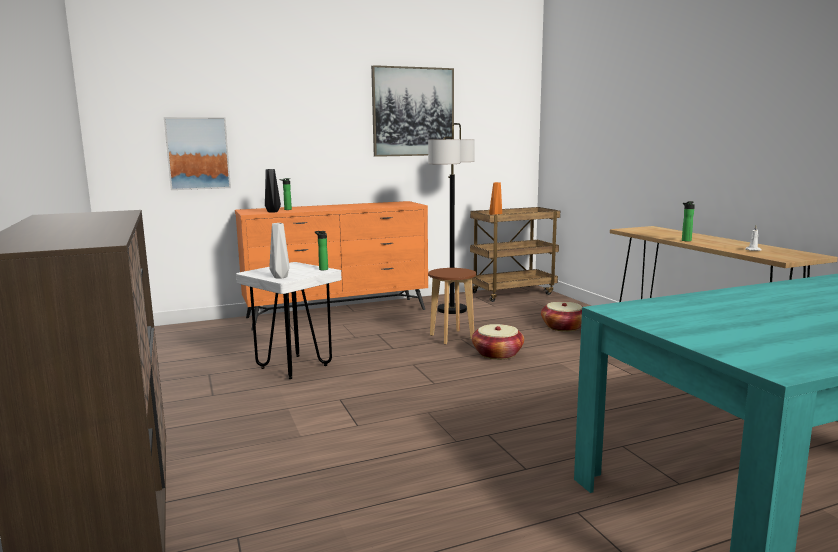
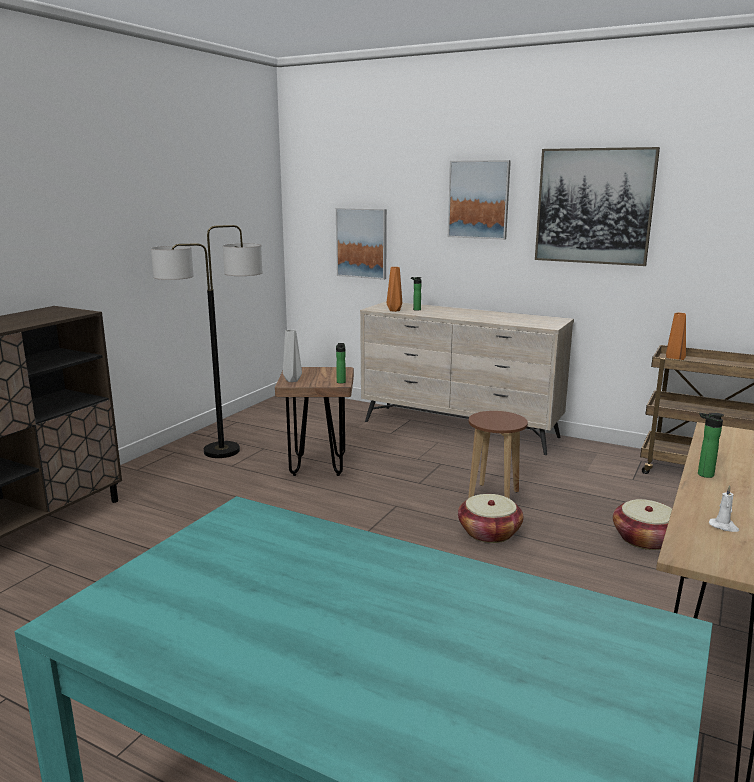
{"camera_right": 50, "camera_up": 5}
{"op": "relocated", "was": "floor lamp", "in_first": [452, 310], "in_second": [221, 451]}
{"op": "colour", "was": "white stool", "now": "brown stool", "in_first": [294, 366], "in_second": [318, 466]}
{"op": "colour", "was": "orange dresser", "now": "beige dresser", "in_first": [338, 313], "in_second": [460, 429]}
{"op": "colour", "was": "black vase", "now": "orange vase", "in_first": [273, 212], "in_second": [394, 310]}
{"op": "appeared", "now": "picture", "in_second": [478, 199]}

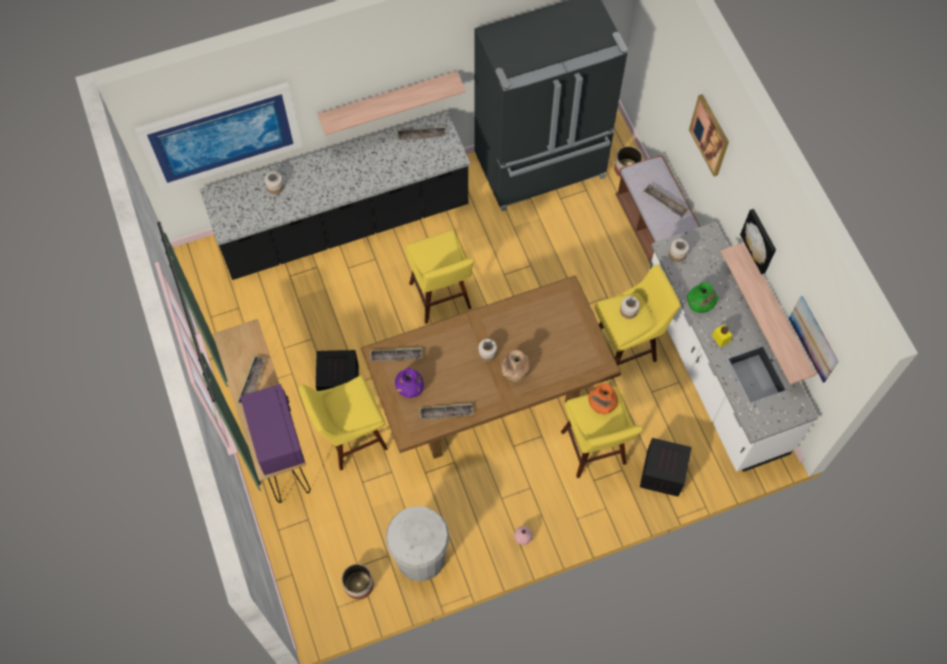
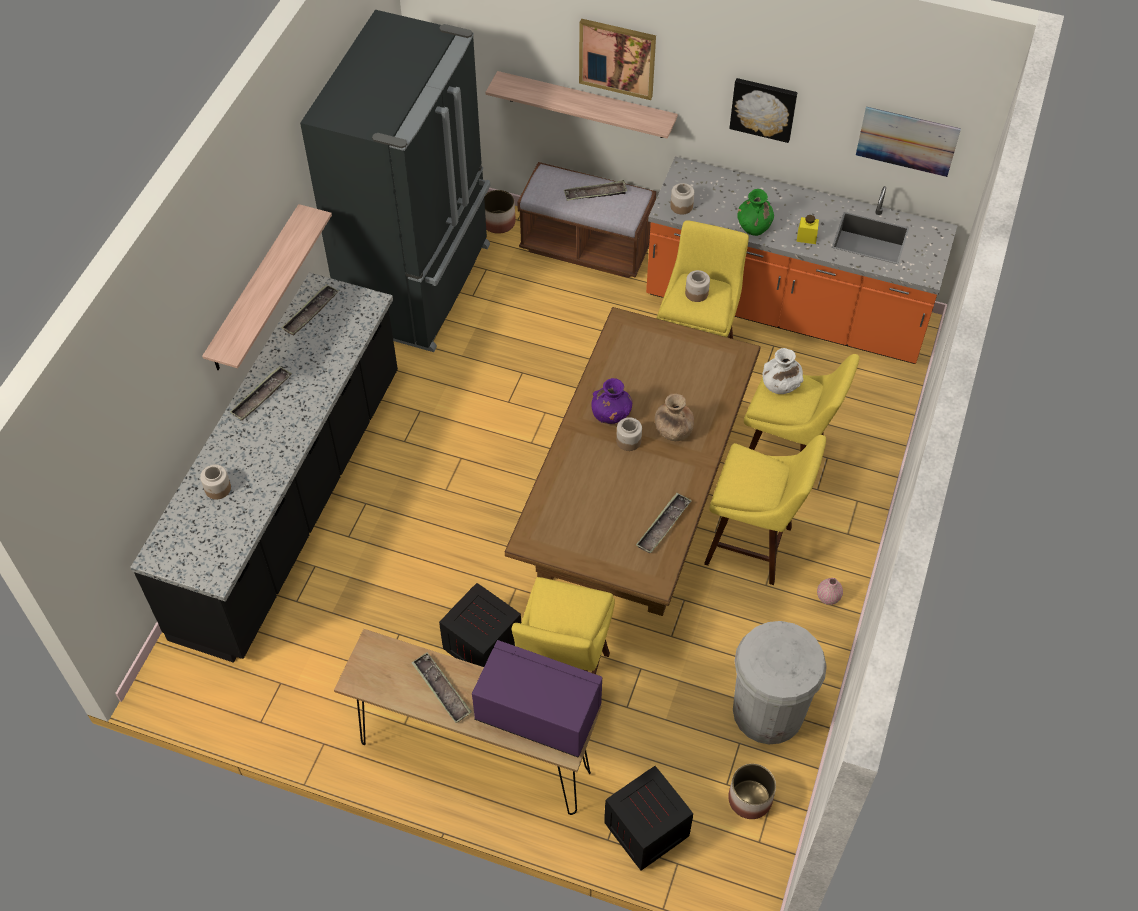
{"camera_right": -50, "camera_up": -10}
{"op": "relocated", "was": "tray", "in_first": [396, 356], "in_second": [261, 396]}
{"op": "relocated", "was": "shelf", "in_first": [776, 312], "in_second": [586, 105]}
{"op": "relocated", "was": "purple vase", "in_first": [410, 388], "in_second": [611, 415]}
{"op": "relocated", "was": "crate", "in_first": [663, 474], "in_second": [647, 829]}
{"op": "colour", "was": "white counter", "now": "orange counter", "in_first": [713, 370], "in_second": [786, 311]}
{"op": "relocated", "was": "yellow stool", "in_first": [441, 298], "in_second": [753, 547]}
{"op": "colour", "was": "orange vase", "now": "white vase", "in_first": [601, 404], "in_second": [780, 385]}
{"op": "missing", "was": "picture", "in_first": [221, 135]}

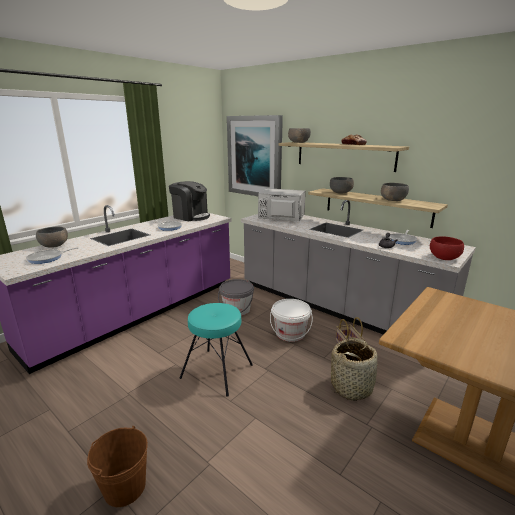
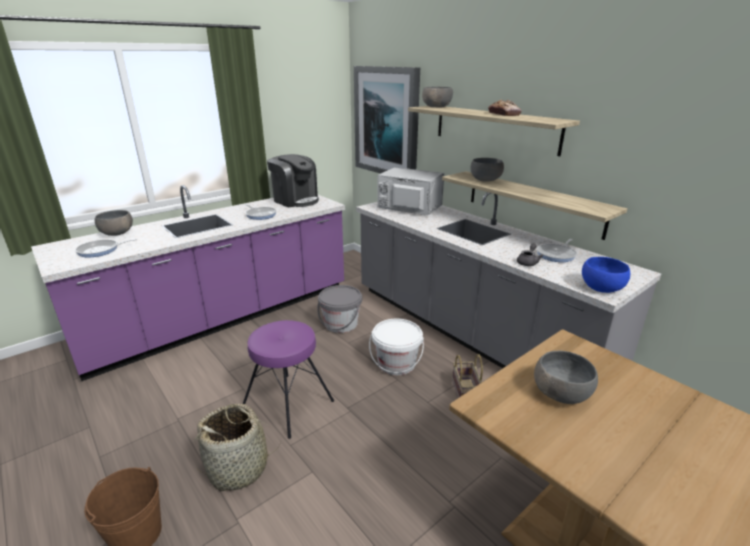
{"camera_right": 10, "camera_up": 5}
{"op": "relocated", "was": "basket", "in_first": [352, 387], "in_second": [239, 468]}
{"op": "colour", "was": "turquoise stool", "now": "purple stool", "in_first": [217, 370], "in_second": [288, 403]}
{"op": "relocated", "was": "grey bowl", "in_first": [393, 200], "in_second": [560, 393]}
{"op": "colour", "was": "red bowl", "now": "blue bowl", "in_first": [444, 257], "in_second": [601, 287]}

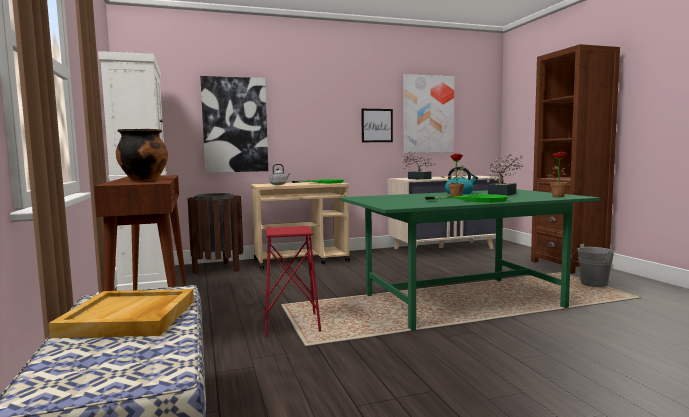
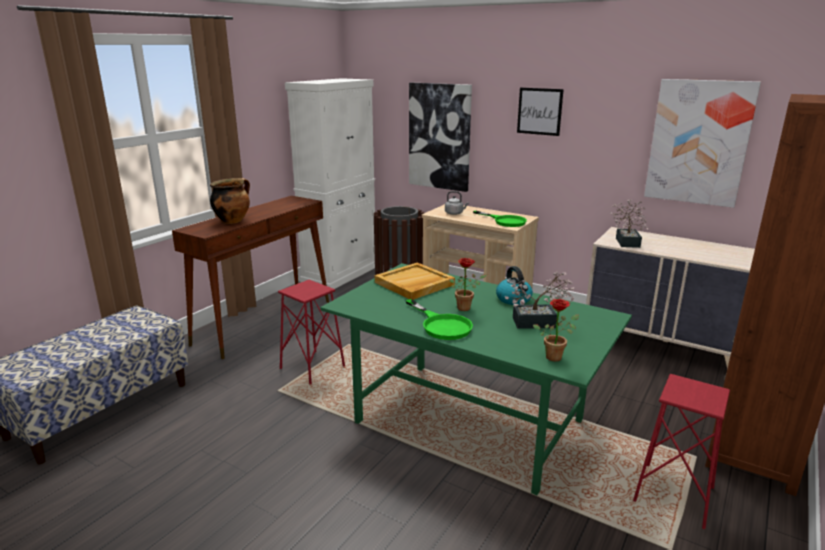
{"camera_right": 50, "camera_up": 15}
{"op": "relocated", "was": "beige tray", "in_first": [130, 318], "in_second": [414, 284]}
{"op": "relocated", "was": "picture", "in_first": [377, 125], "in_second": [539, 111]}
{"op": "exchanged", "was": "grey bucket", "now": "red stool", "in_first": [591, 284], "in_second": [674, 495]}

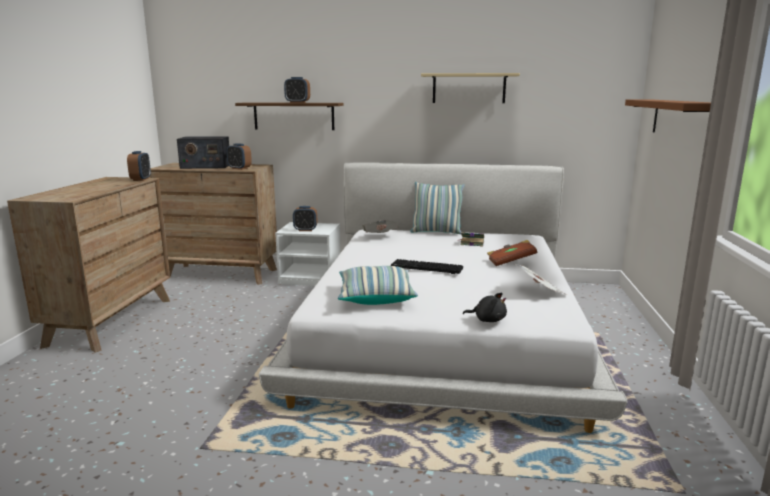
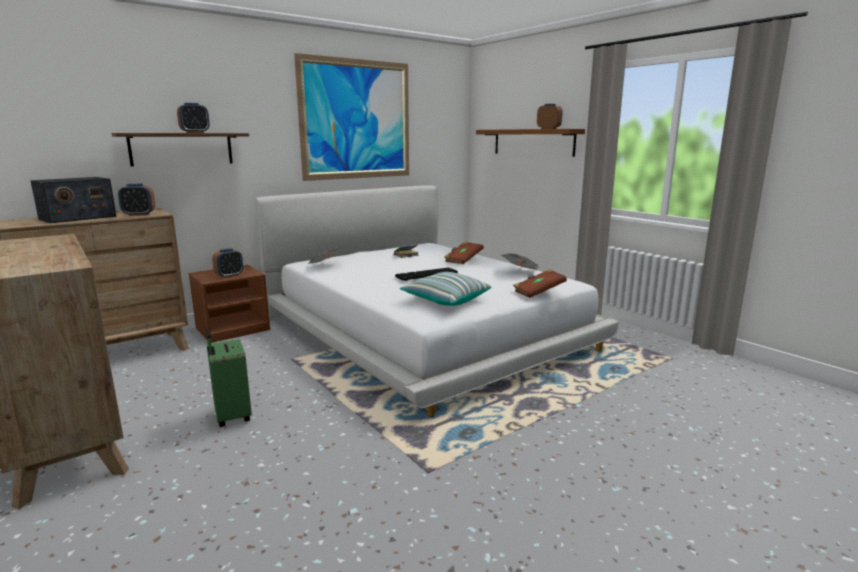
{"camera_right": -45, "camera_up": 0}
{"op": "colour", "was": "white nightstand", "now": "brown nightstand", "in_first": [311, 278], "in_second": [233, 329]}
{"op": "appeared", "now": "green suitcase", "in_second": [231, 416]}
{"op": "exchanged", "was": "beige shelf", "now": "picture", "in_first": [469, 88], "in_second": [357, 120]}
{"op": "exchanged", "was": "black plush toy", "now": "brown book", "in_first": [487, 320], "in_second": [538, 292]}
{"op": "relocated", "was": "alarm clock", "in_first": [141, 179], "in_second": [548, 128]}
{"op": "missing", "was": "pillow", "in_first": [436, 232]}

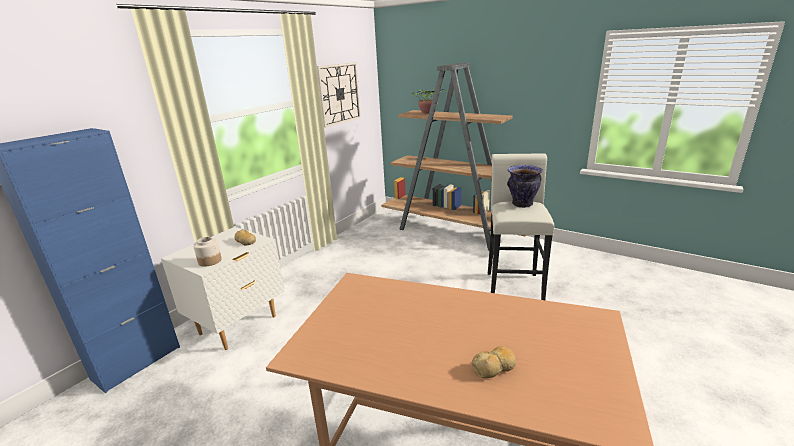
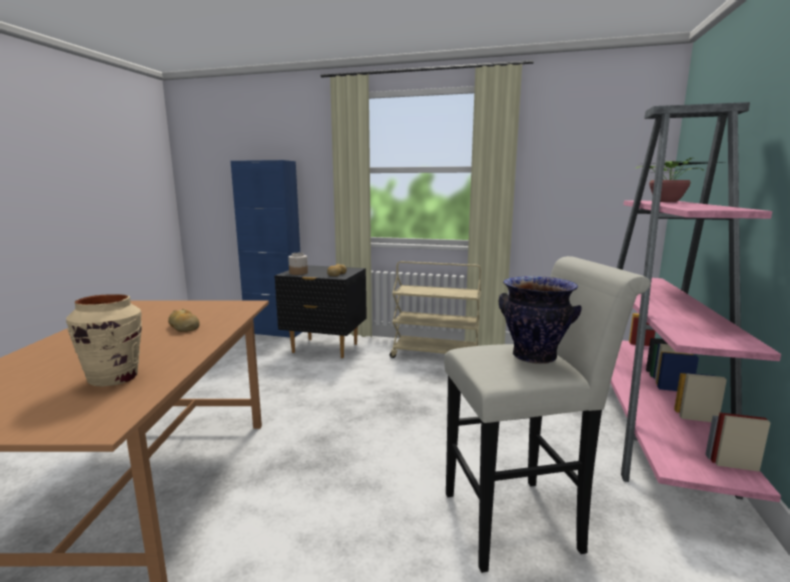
{"camera_right": 70, "camera_up": -10}
{"op": "appeared", "now": "beige vase", "in_second": [114, 378]}
{"op": "relocated", "was": "bread", "in_first": [494, 367], "in_second": [184, 327]}
{"op": "colour", "was": "white nightstand", "now": "black nightstand", "in_first": [239, 325], "in_second": [325, 348]}
{"op": "appeared", "now": "beige cart", "in_second": [435, 355]}
{"op": "colour", "was": "brown bookcase", "now": "pink bookcase", "in_first": [455, 231], "in_second": [648, 429]}
{"op": "missing", "was": "wall clock", "in_first": [339, 94]}

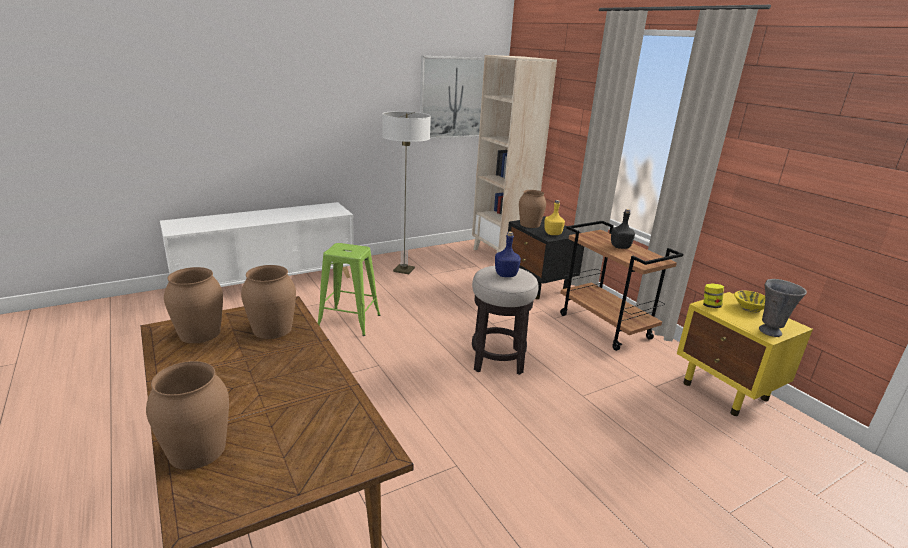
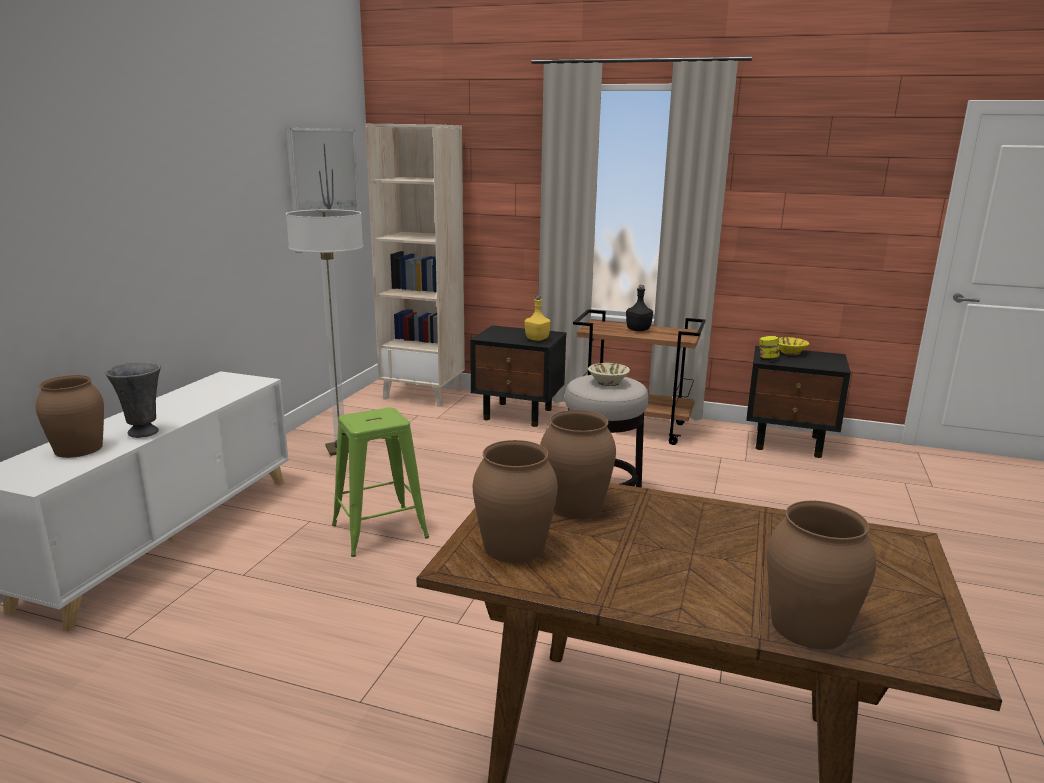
{"camera_right": -40, "camera_up": -5}
{"op": "relocated", "was": "brown vase", "in_first": [530, 224], "in_second": [78, 449]}
{"op": "relocated", "was": "grey vase", "in_first": [770, 331], "in_second": [143, 432]}
{"op": "exchanged", "was": "blue bottle", "now": "beige bowl", "in_first": [506, 274], "in_second": [608, 382]}
{"op": "colour", "was": "yellow nightstand", "now": "black nightstand", "in_first": [726, 392], "in_second": [789, 443]}

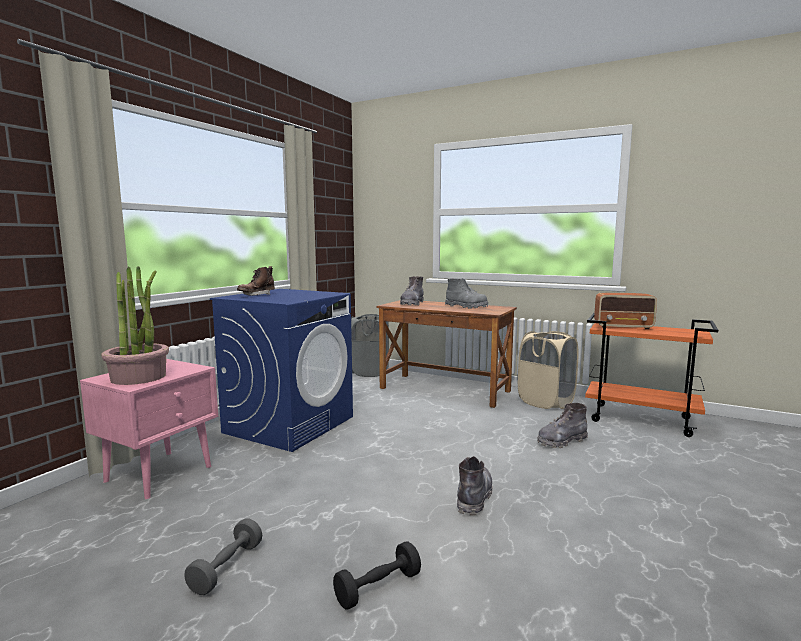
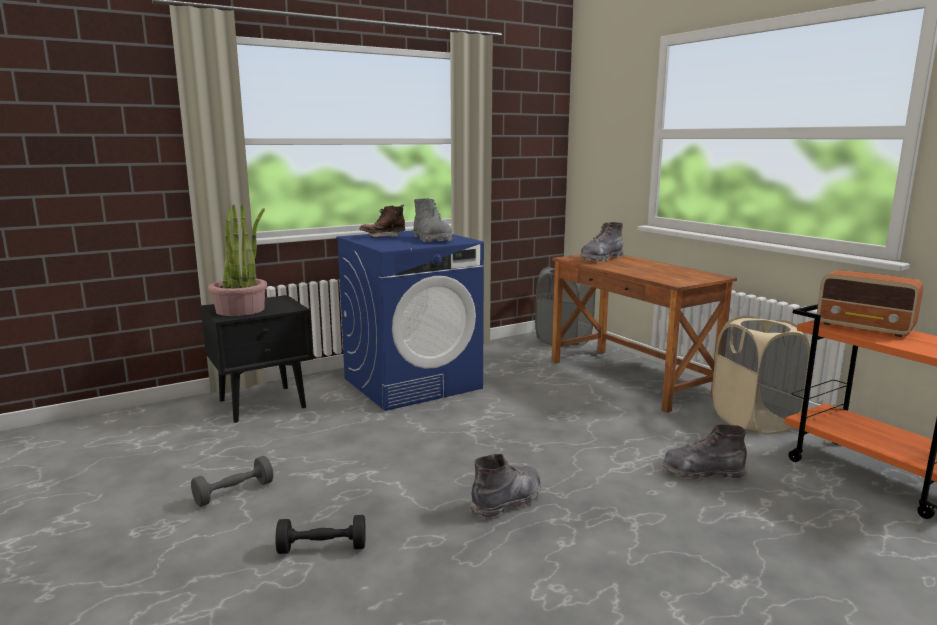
{"camera_right": 30, "camera_up": 5}
{"op": "colour", "was": "pink nightstand", "now": "black nightstand", "in_first": [161, 473], "in_second": [264, 404]}
{"op": "relocated", "was": "grey boot", "in_first": [466, 307], "in_second": [431, 239]}

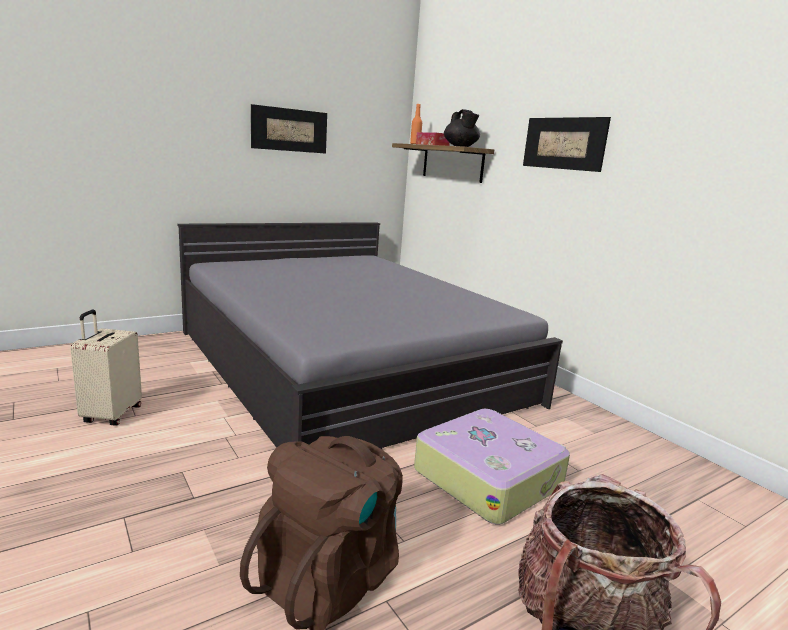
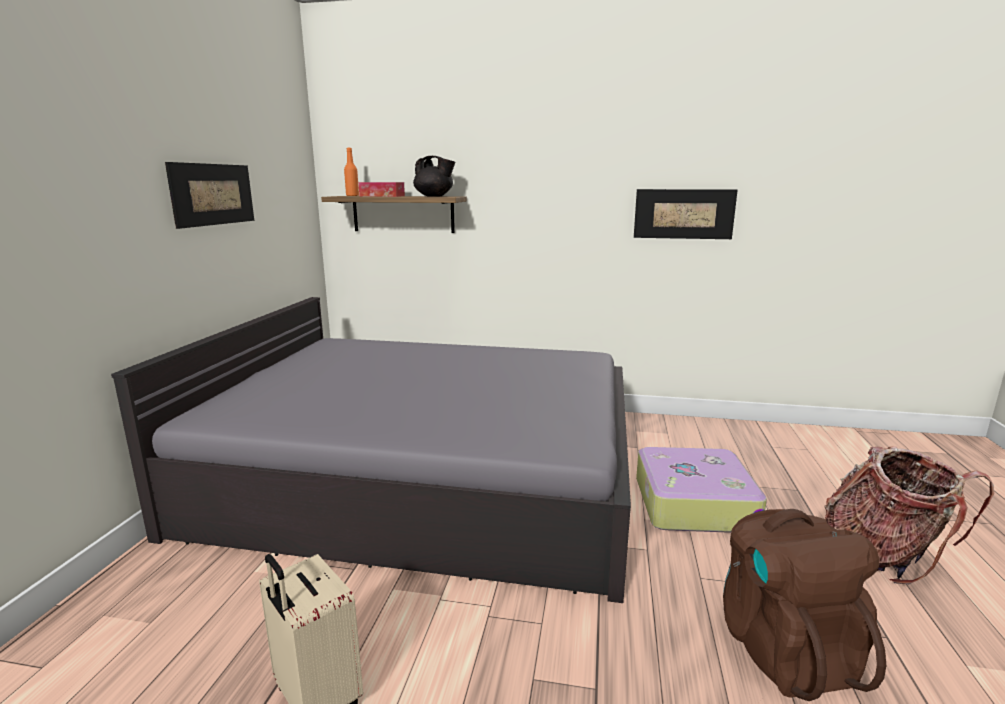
{"camera_right": -45, "camera_up": 0}
{"op": "relocated", "was": "picture", "in_first": [563, 143], "in_second": [683, 214]}

